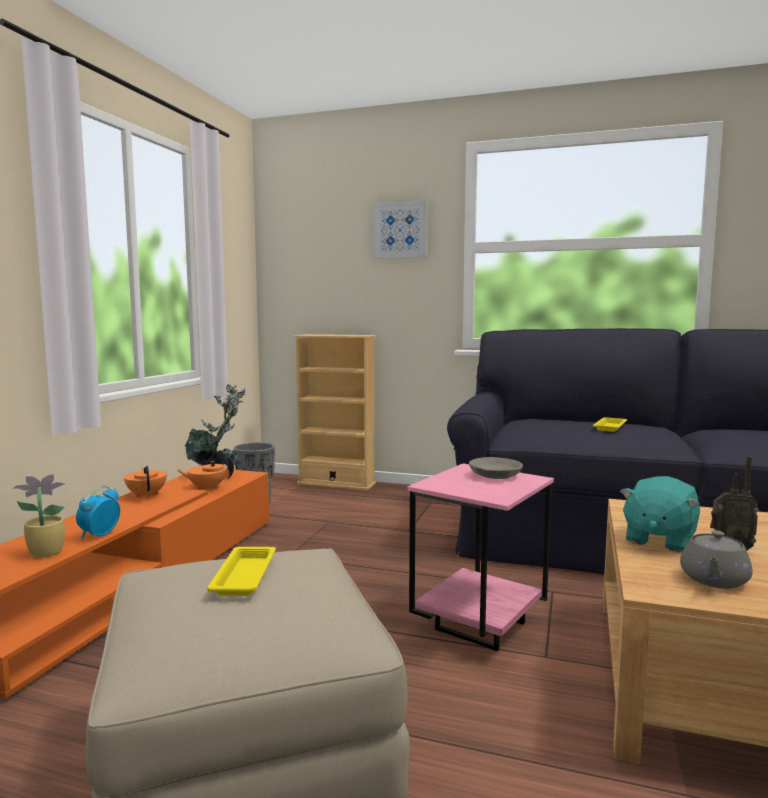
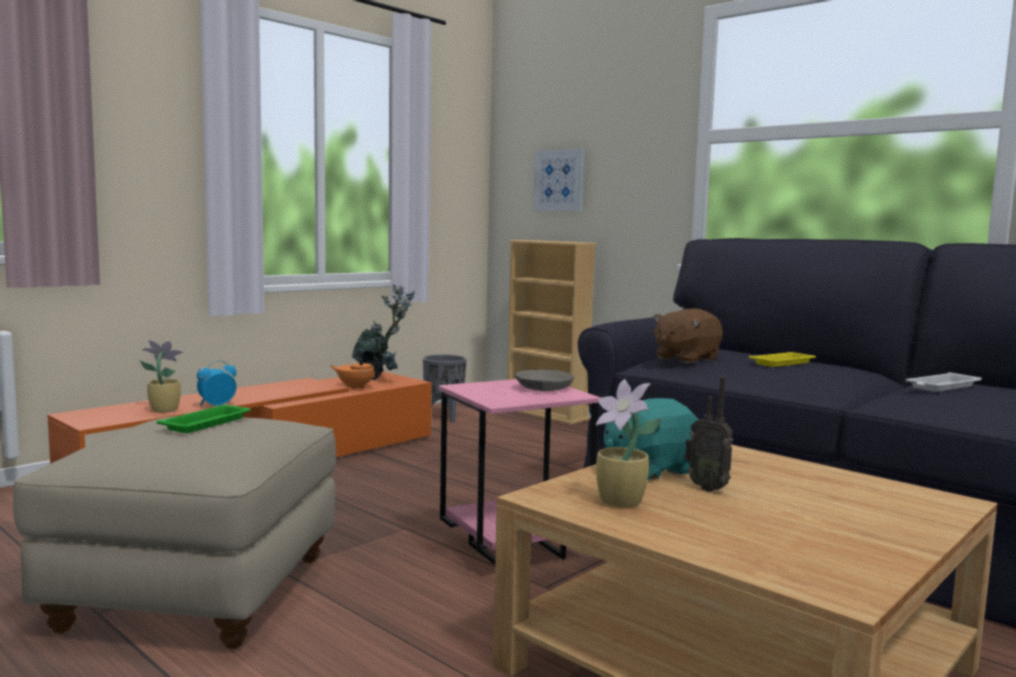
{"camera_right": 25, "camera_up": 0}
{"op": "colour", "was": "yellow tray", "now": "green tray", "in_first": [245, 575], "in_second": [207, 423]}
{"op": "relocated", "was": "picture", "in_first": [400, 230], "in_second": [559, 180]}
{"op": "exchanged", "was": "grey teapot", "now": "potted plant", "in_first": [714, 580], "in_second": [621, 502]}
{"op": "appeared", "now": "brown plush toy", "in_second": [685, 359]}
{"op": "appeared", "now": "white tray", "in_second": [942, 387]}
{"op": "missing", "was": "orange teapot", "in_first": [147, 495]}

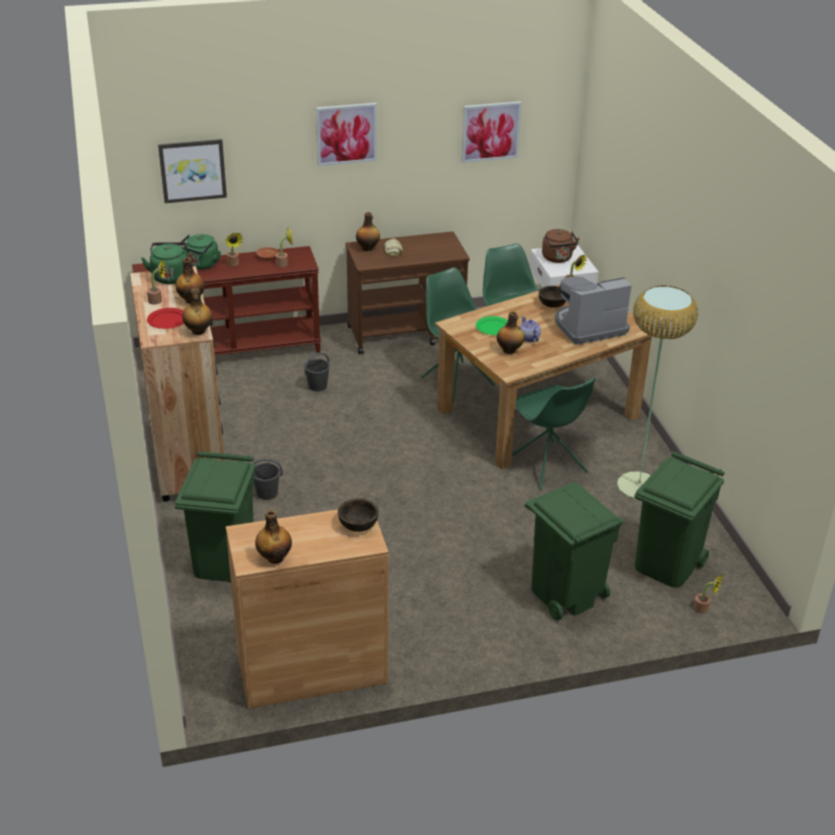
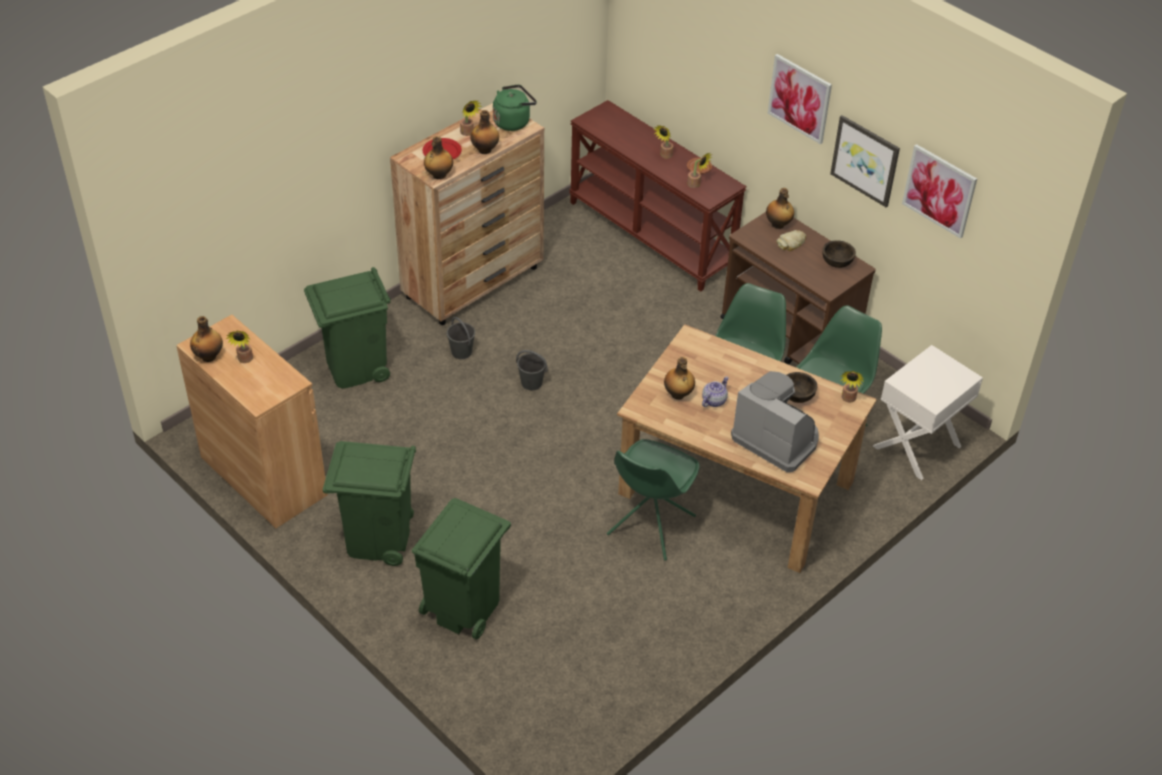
{"camera_right": 60, "camera_up": 10}
{"op": "relocated", "was": "potted plant", "in_first": [704, 609], "in_second": [245, 360]}
{"op": "relocated", "was": "green trash can", "in_first": [667, 565], "in_second": [378, 539]}
{"op": "relocated", "was": "grey bucket", "in_first": [317, 386], "in_second": [531, 383]}
{"op": "relocated", "was": "brown bowl", "in_first": [358, 525], "in_second": [837, 262]}
{"op": "relocated", "was": "picture", "in_first": [192, 170], "in_second": [865, 160]}
{"op": "missing", "was": "green kettle", "in_first": [201, 265]}
{"op": "missing", "was": "green plate", "in_first": [493, 327]}
{"op": "missing", "was": "brown kettle", "in_first": [558, 258]}
{"op": "missing", "was": "floor lamp", "in_first": [639, 486]}

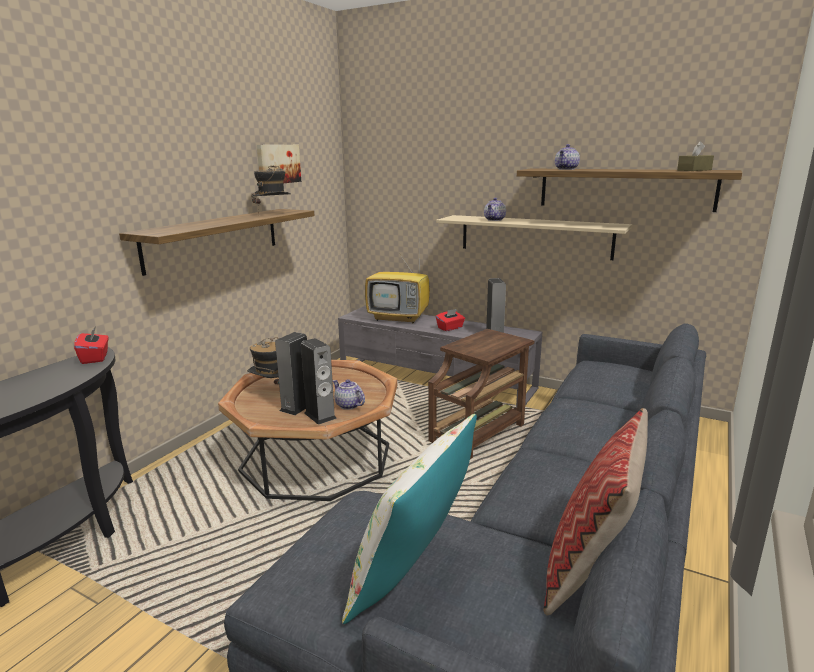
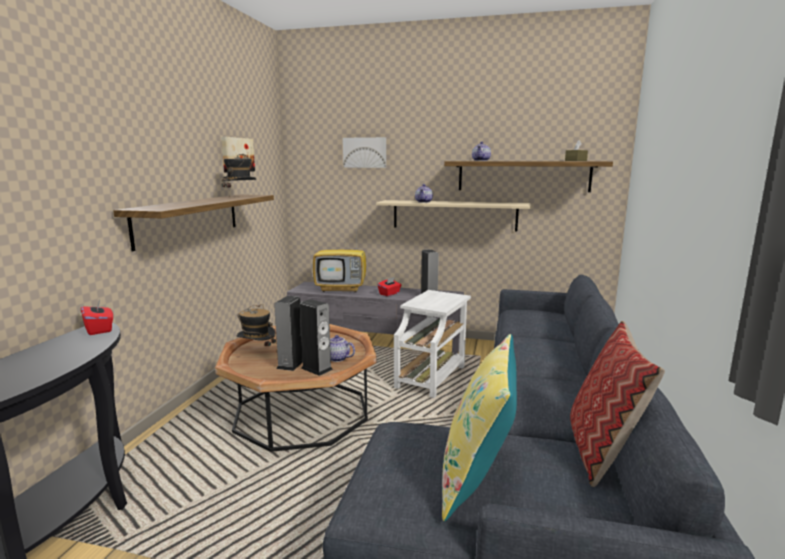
{"camera_right": -15, "camera_up": -5}
{"op": "appeared", "now": "picture", "in_second": [365, 152]}
{"op": "colour", "was": "brown side table", "now": "white side table", "in_first": [479, 432], "in_second": [432, 376]}
{"op": "colour", "was": "white pillow", "now": "yellow pillow", "in_first": [413, 576], "in_second": [477, 476]}

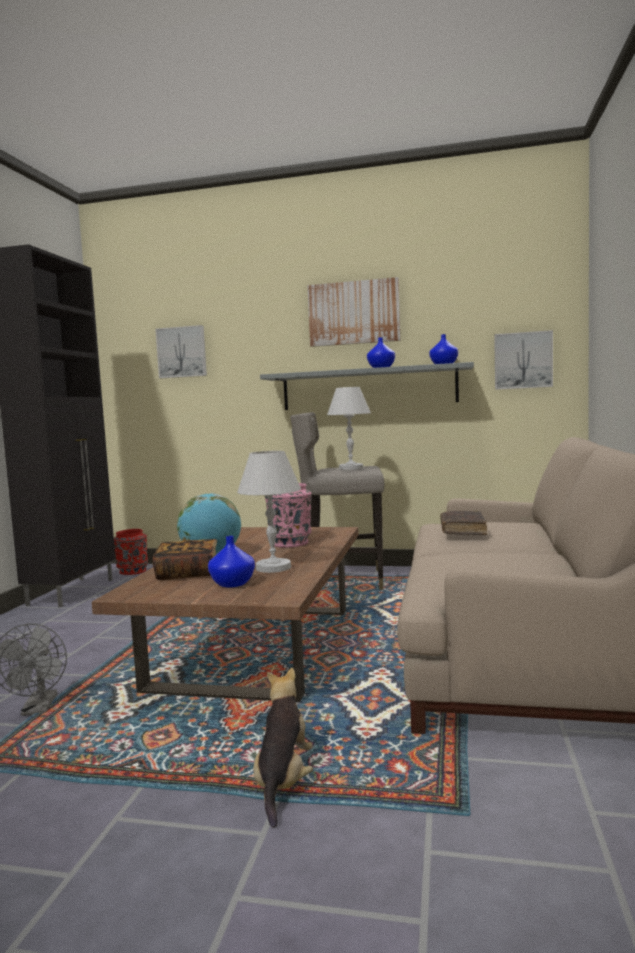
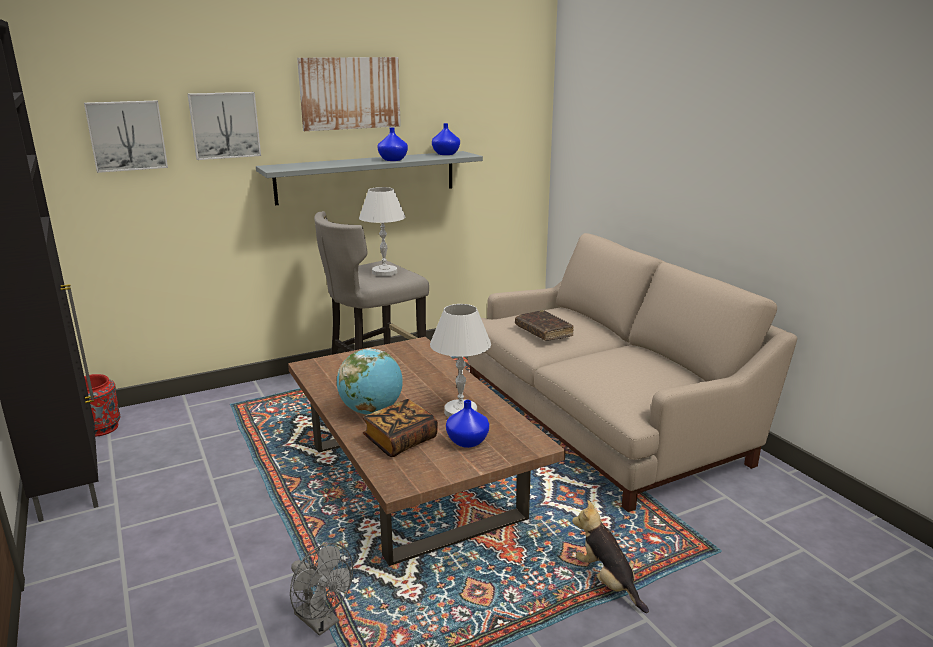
{"camera_right": -40, "camera_up": 15}
{"op": "relocated", "was": "picture", "in_first": [523, 360], "in_second": [224, 125]}
{"op": "missing", "was": "pink vase", "in_first": [290, 543]}

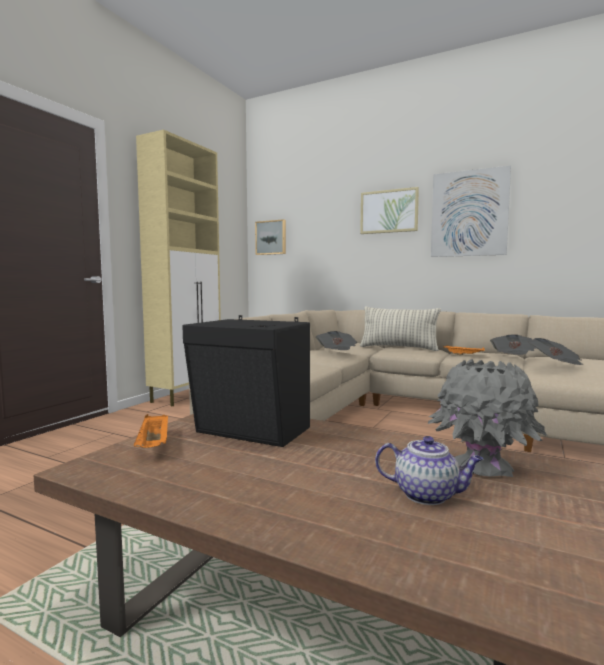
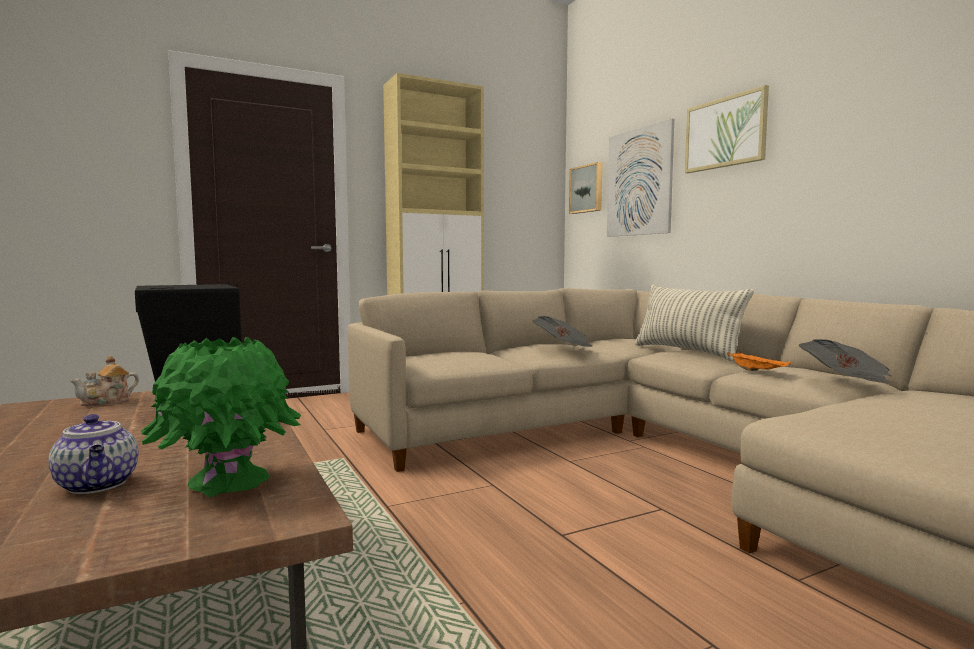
{"camera_right": 35, "camera_up": 0}
{"op": "exchanged", "was": "orange tray", "now": "teapot", "in_first": [154, 445], "in_second": [107, 401]}
{"op": "colour", "was": "grey vase", "now": "green vase", "in_first": [483, 467], "in_second": [228, 482]}
{"op": "relocated", "was": "picture", "in_first": [469, 213], "in_second": [639, 182]}
{"op": "missing", "was": "newspaper", "in_first": [556, 365]}

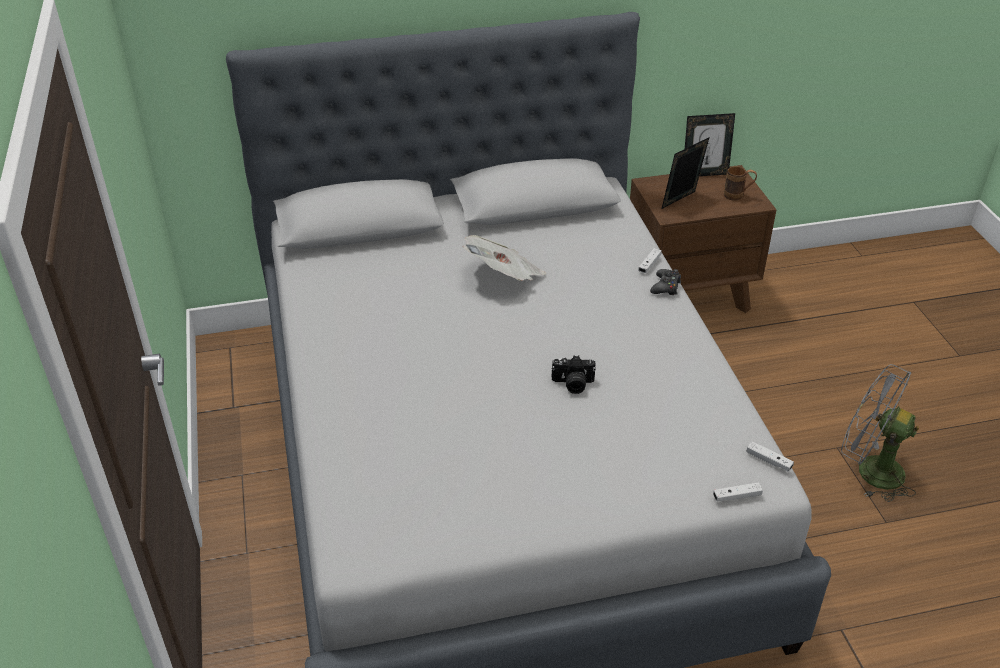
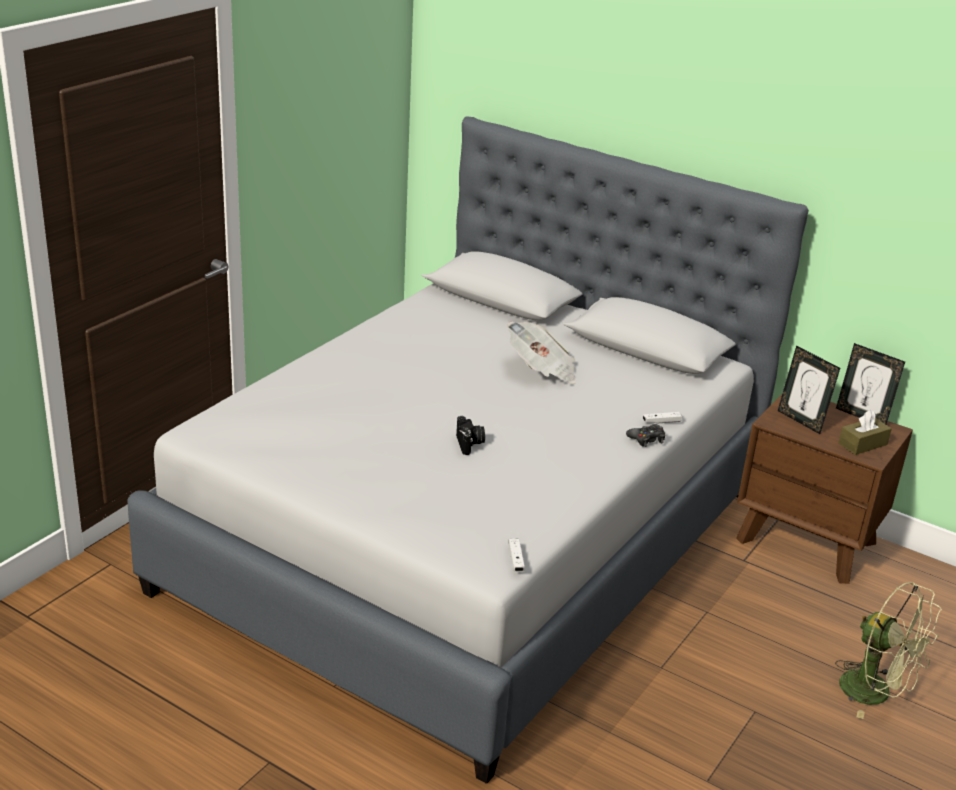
{"camera_right": 45, "camera_up": -10}
{"op": "spun", "was": "photo camera", "in_first": [572, 384], "in_second": [470, 444], "clockwise": -150}
{"op": "spun", "was": "picture frame", "in_first": [681, 202], "in_second": [801, 421], "clockwise": -135}
{"op": "appeared", "now": "green fan", "in_second": [876, 693]}
{"op": "exchanged", "was": "brown mug", "now": "brown tissue box", "in_first": [738, 196], "in_second": [862, 444]}
{"op": "missing", "was": "white game controller", "in_first": [737, 496]}
{"op": "missing", "was": "grey fan", "in_first": [869, 470]}

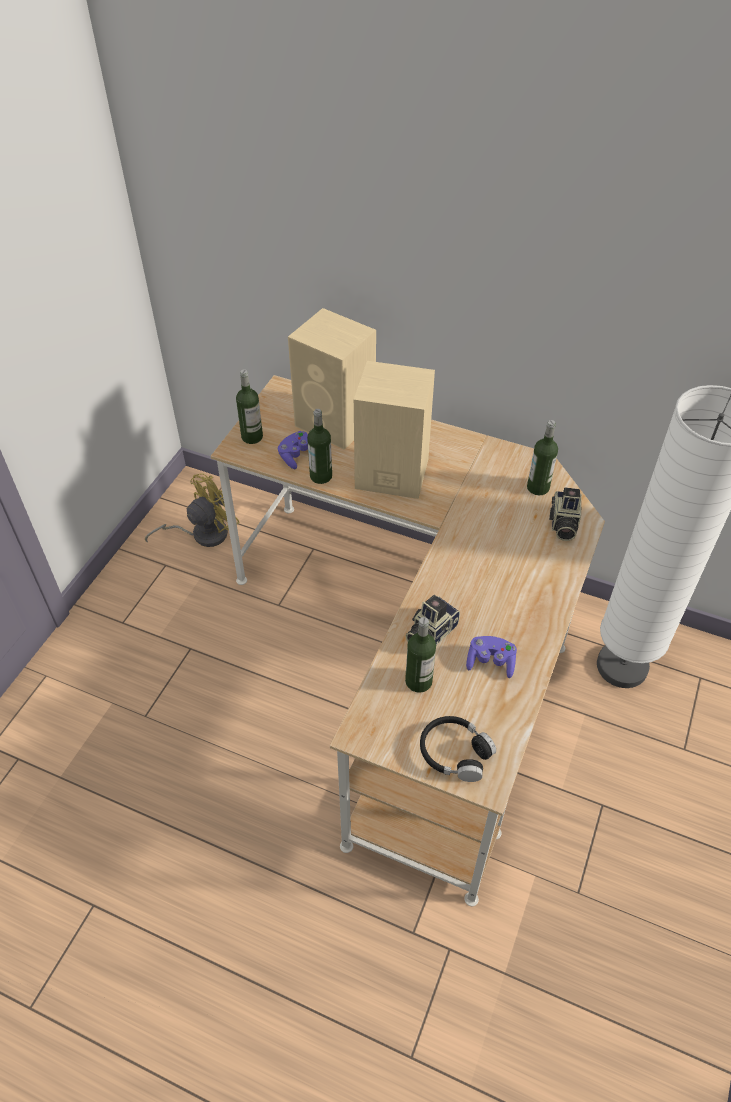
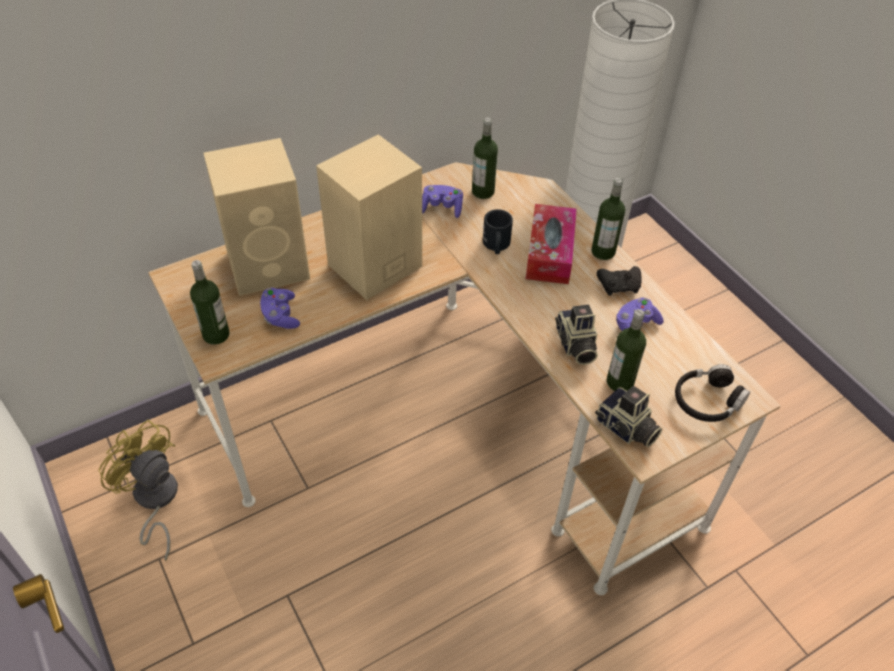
{"camera_right": -55, "camera_up": 0}
{"op": "spun", "was": "yellow fan", "in_first": [202, 534], "in_second": [154, 501], "clockwise": -45}
{"op": "appeared", "now": "purple game controller", "in_second": [442, 208]}
{"op": "appeared", "now": "black mug", "in_second": [496, 246]}
{"op": "appeared", "now": "tissue box", "in_second": [550, 253]}
{"op": "relocated", "was": "bottle", "in_first": [321, 476], "in_second": [603, 252]}
{"op": "relocated", "was": "photo camera", "in_first": [562, 524], "in_second": [626, 429]}
{"op": "appeared", "now": "black game controller", "in_second": [619, 285]}

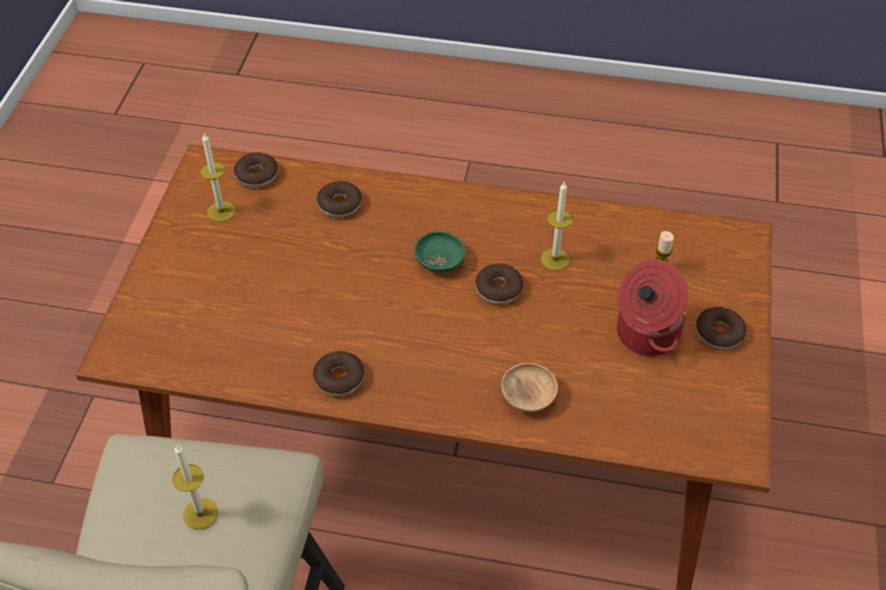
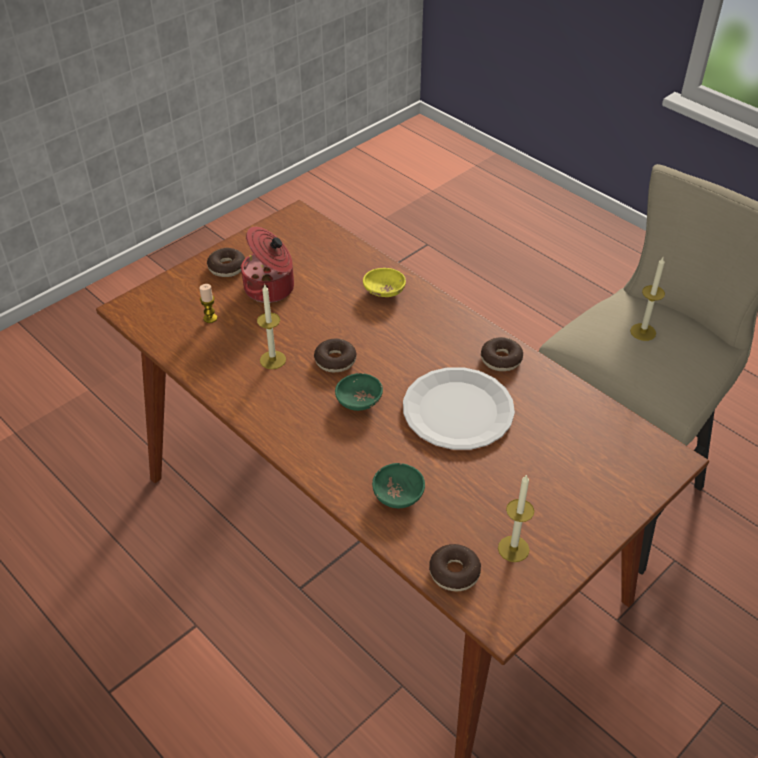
{"camera_right": -145, "camera_up": -5}
{"op": "colour", "was": "brown bowl", "now": "yellow bowl", "in_first": [528, 397], "in_second": [384, 292]}
{"op": "exchanged", "was": "donut", "now": "green bowl", "in_first": [340, 204], "in_second": [398, 495]}
{"op": "appeared", "now": "white plate", "in_second": [458, 410]}

